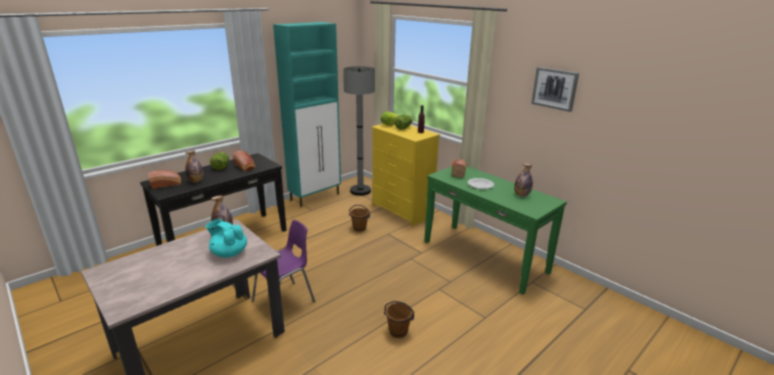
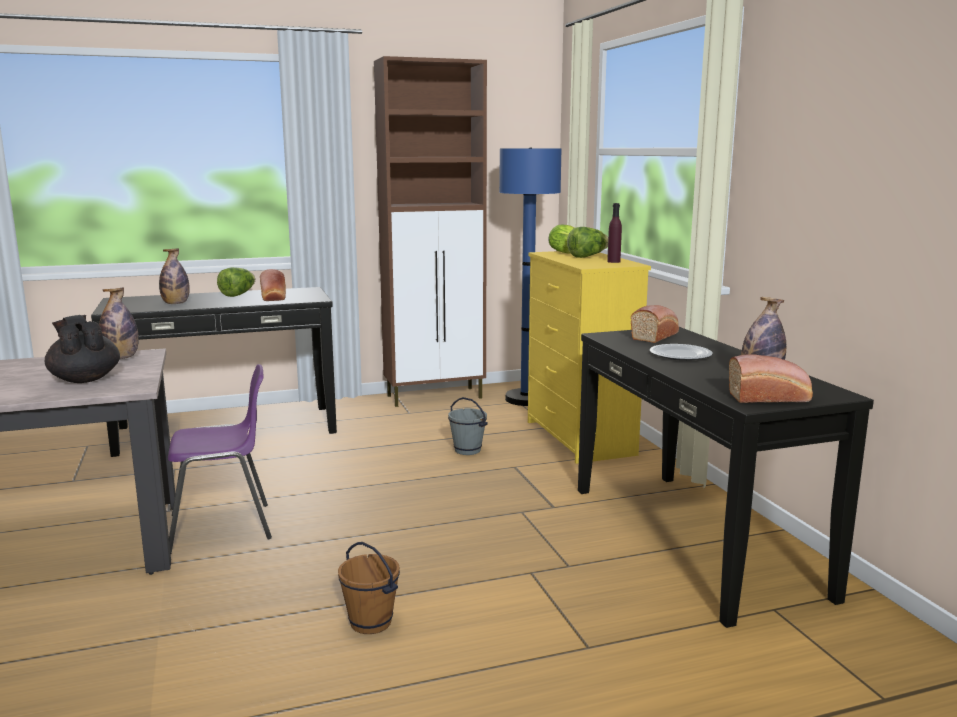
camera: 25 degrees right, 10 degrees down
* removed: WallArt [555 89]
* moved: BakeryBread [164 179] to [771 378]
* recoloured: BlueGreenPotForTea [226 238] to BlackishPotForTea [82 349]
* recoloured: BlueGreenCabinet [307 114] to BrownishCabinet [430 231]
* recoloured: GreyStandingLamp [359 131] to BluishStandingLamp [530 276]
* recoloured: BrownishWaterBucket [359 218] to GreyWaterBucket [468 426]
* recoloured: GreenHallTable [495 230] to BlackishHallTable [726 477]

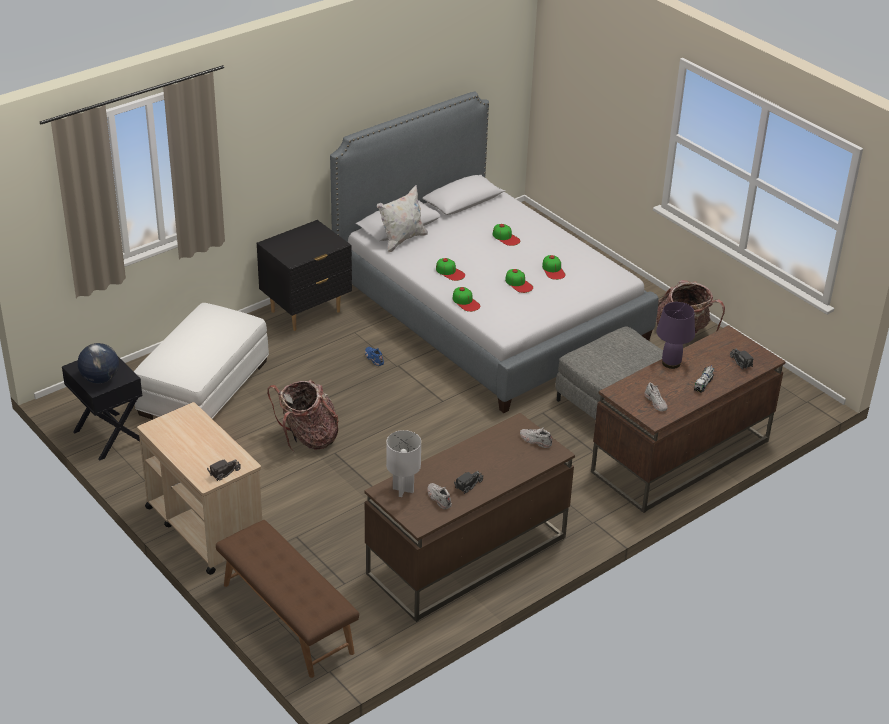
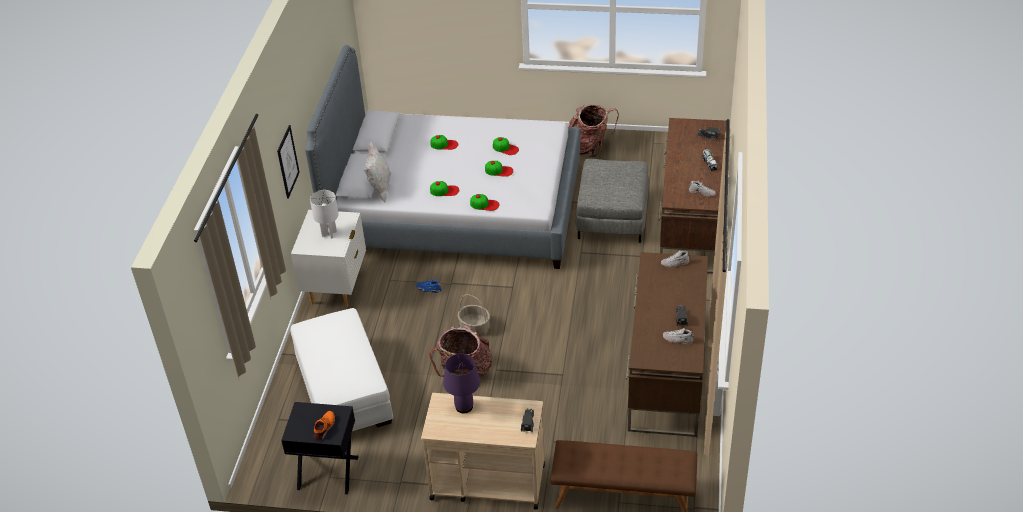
camera: 40 degrees left, 5 degrees up
* added: WallArt [288 162]
* added: HouseholdBasket [474 314]
* moved: WhiteTabletopLamp [403 463] to [324 214]
* moved: PurplishTabletopLamp [675 335] to [461 383]
* replaced: DeskGlobe [98 363] to OrangeShoe [324 426]
* recoloured: BlackishNightTable [304 275] to WhiteNightTable [328 258]

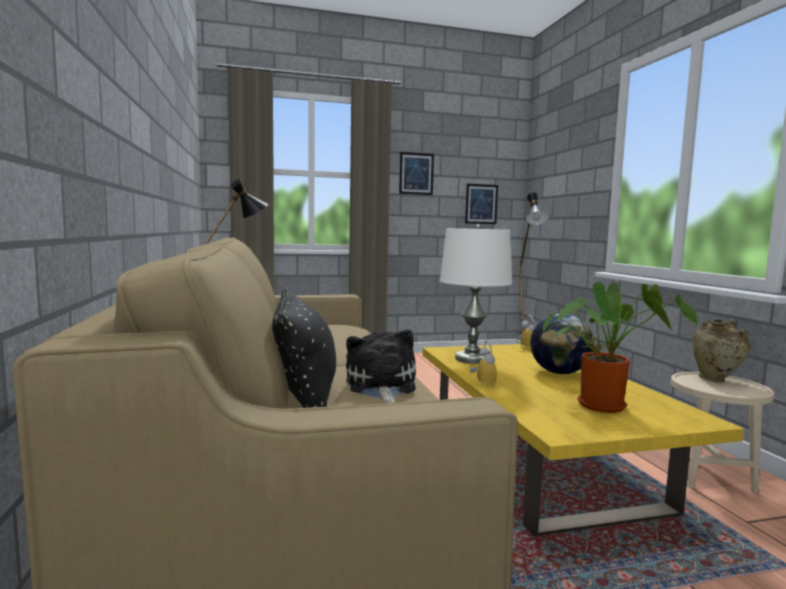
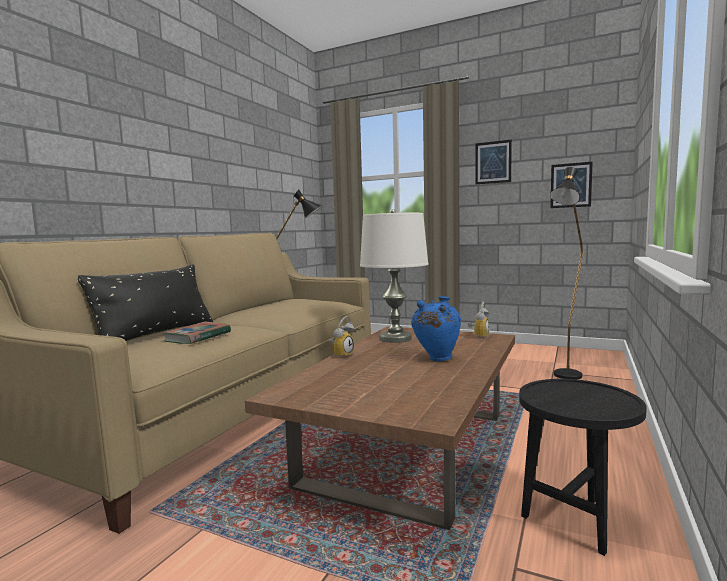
camera: 40 degrees right, 0 degrees up
* removed: PlantInAPot [620 347]
* removed: BeigeColouredDecorativeVase [721 351]
* replaced: PlushToy [381 366] to BoundBook [197 333]
* replaced: DeskGlobe [561 344] to BluishDecorativeVase [436 328]
* recoloured: YellowColouredLowTable [583 440] to BrownishLowTable [380 428]
* recoloured: BeigeColouredSideTable [722 433] to BlackishSideTable [583 467]

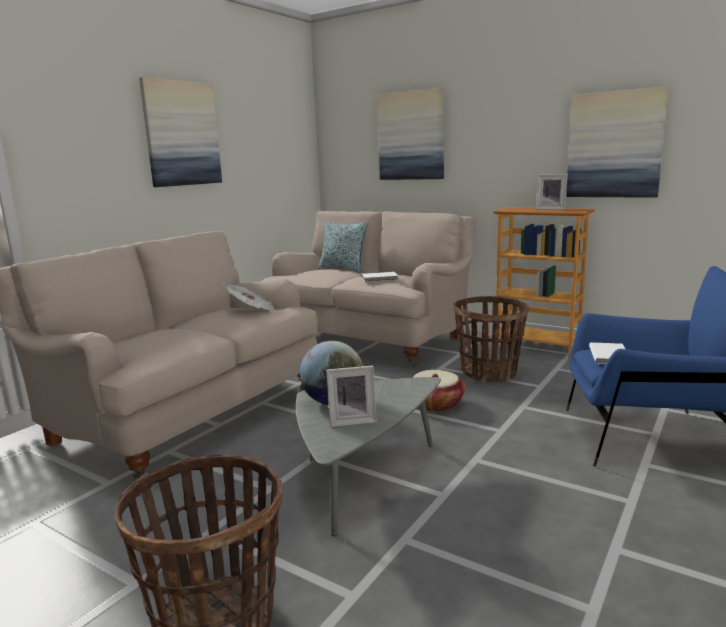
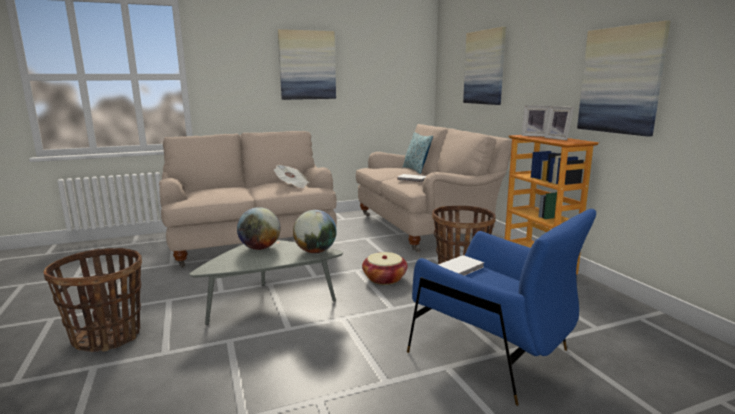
camera: 35 degrees right, 0 degrees up
* added: DeskGlobe [315 231]
* moved: PhotoFrame [351 396] to [536 121]

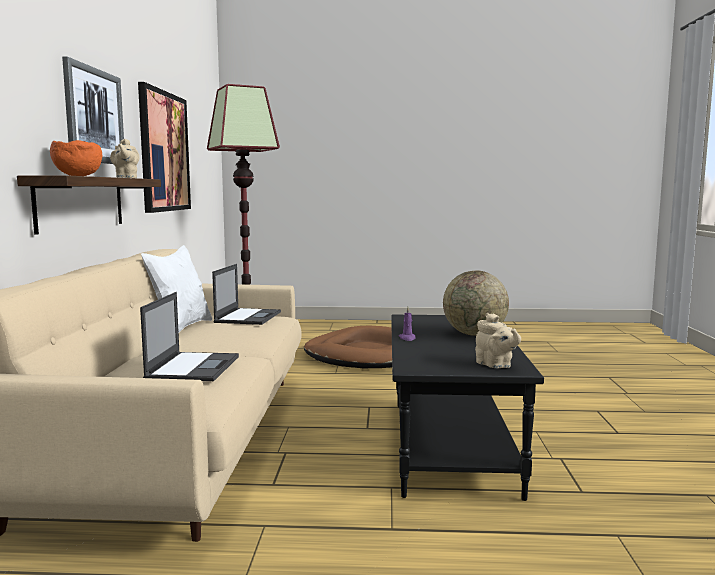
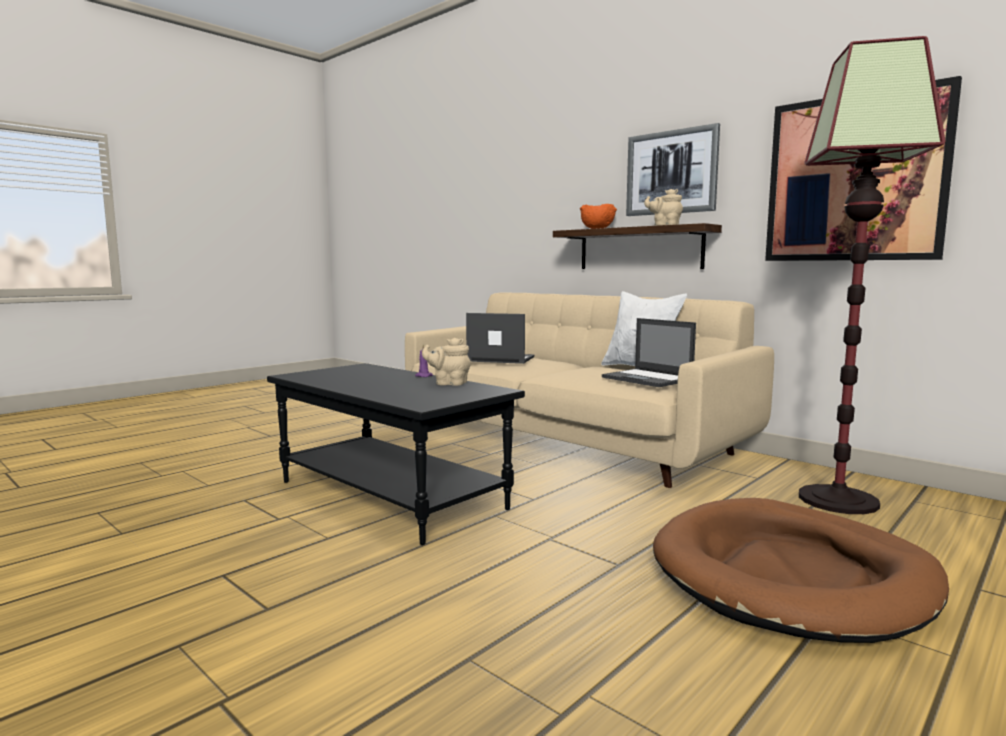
camera: 130 degrees right, 0 degrees up
* removed: DeskGlobe [476 303]
* moved: BeigeColouredPotForTea [498 340] to [446 362]
* turned: PortableComputer [189 336] = [500 338] 150 degrees clockwise

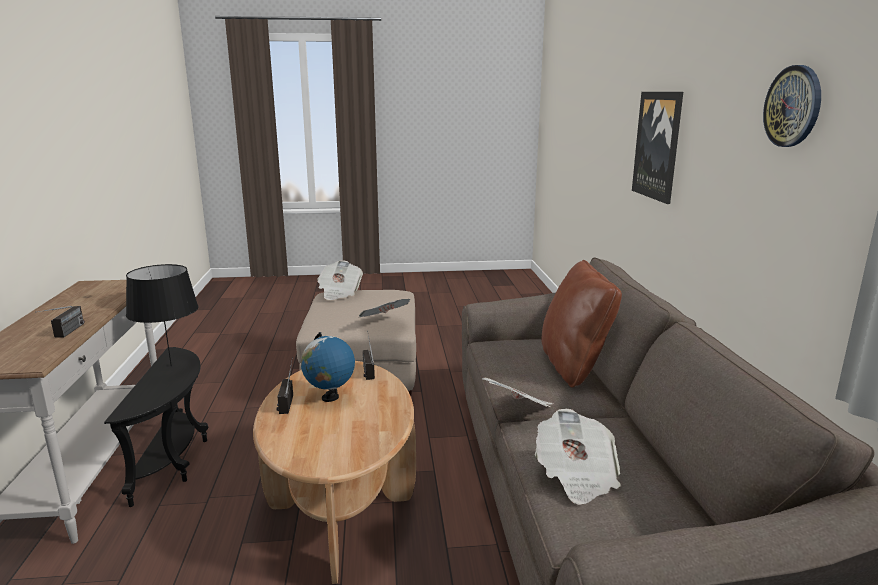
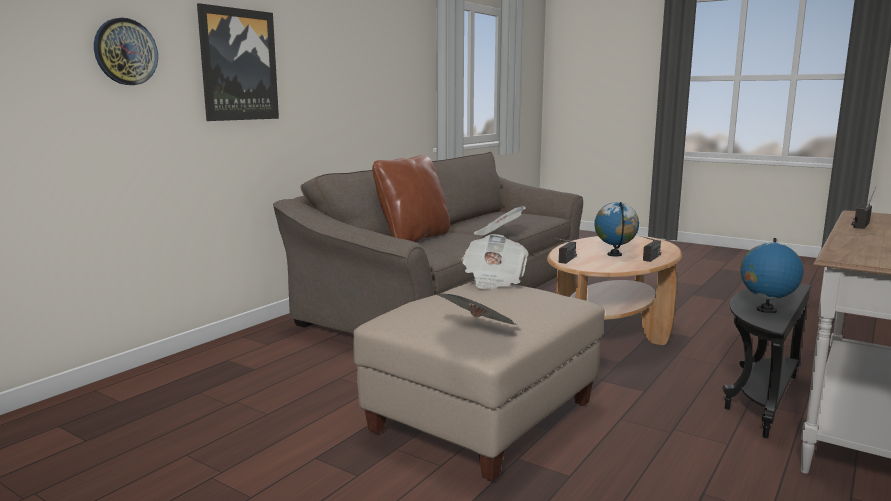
camera: 140 degrees left, 5 degrees down
* removed: PrintedPaper [578 457]
* moved: ClockOnTheWall [792 106] to [126 51]
* replaced: BlackishTabletopLamp [162 315] to DeskGlobe [771 275]

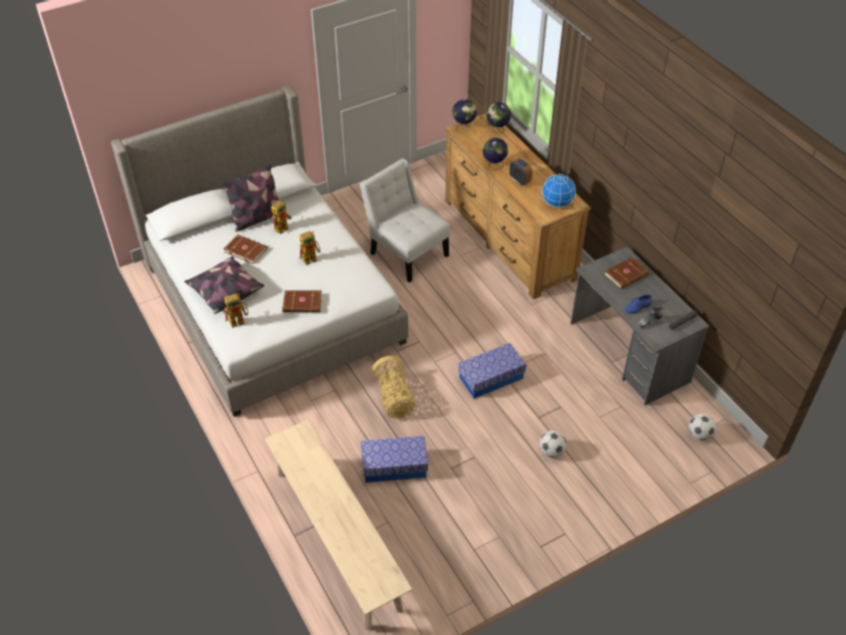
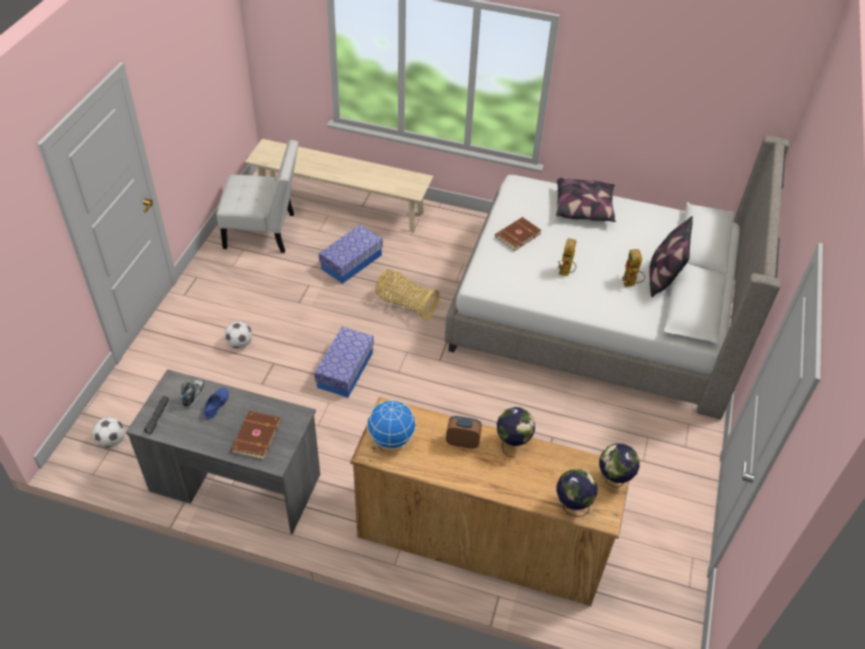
camera: 135 degrees right, 0 degrees up
* removed: BrownishBoundBook [245 249]
* removed: ToyRobot [236 310]
* moved: WhiteChair [405 221] to [257 196]

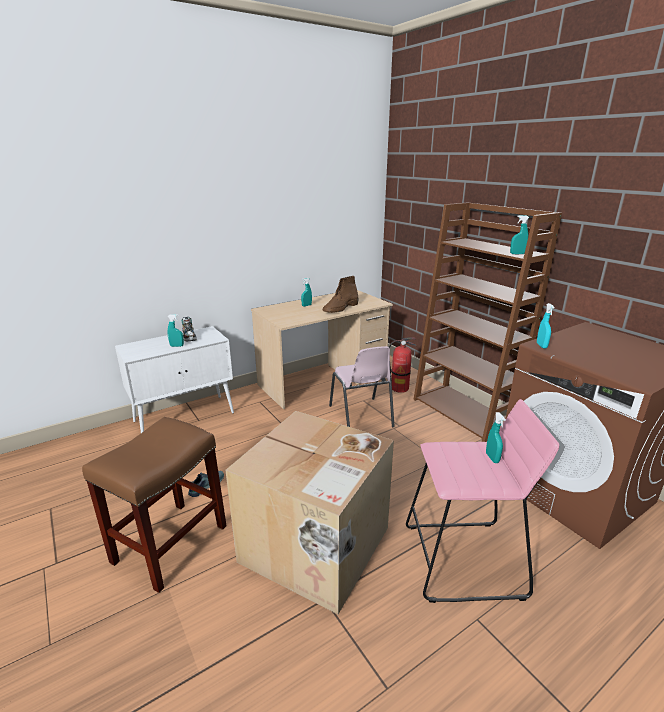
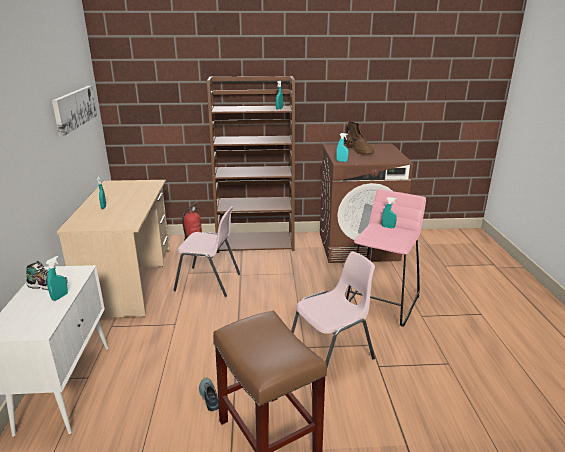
camera: 60 degrees left, 0 degrees up
* added: WallArt [74 111]
* moved: BrownishTallBoot [341 294] to [360 138]
* replaced: PackingBox [309 512] to PinkChair [333 309]

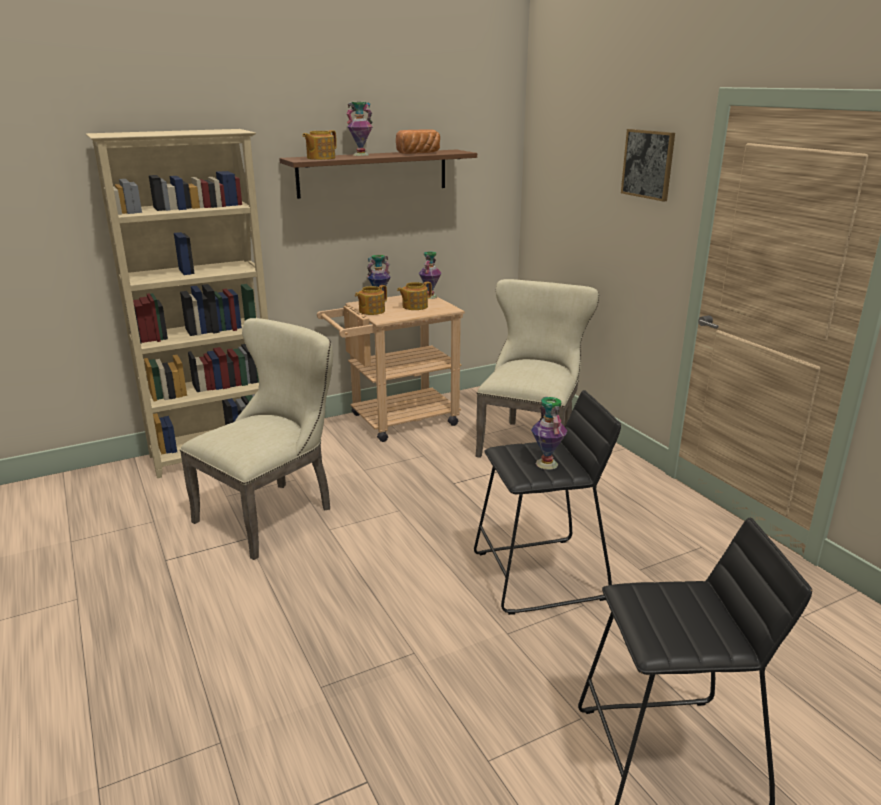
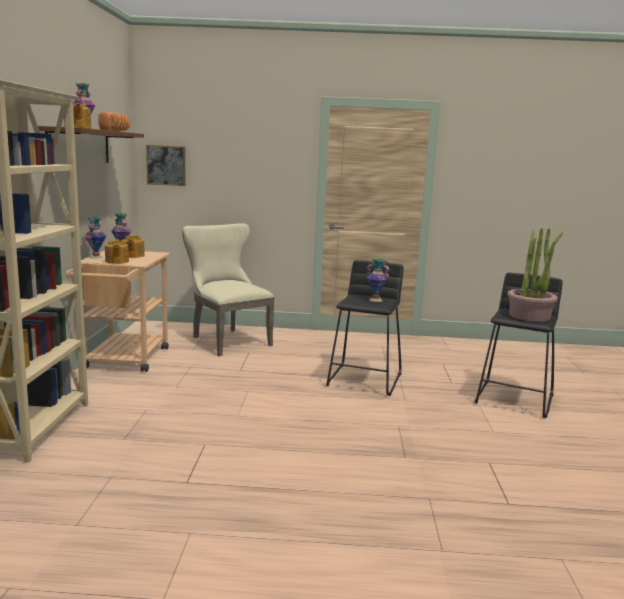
camera: 60 degrees left, 10 degrees down
* removed: BeigeColouredChair [256 439]
* added: PlantInAPot [535 275]
* moved: WallArt [648 165] to [165 165]

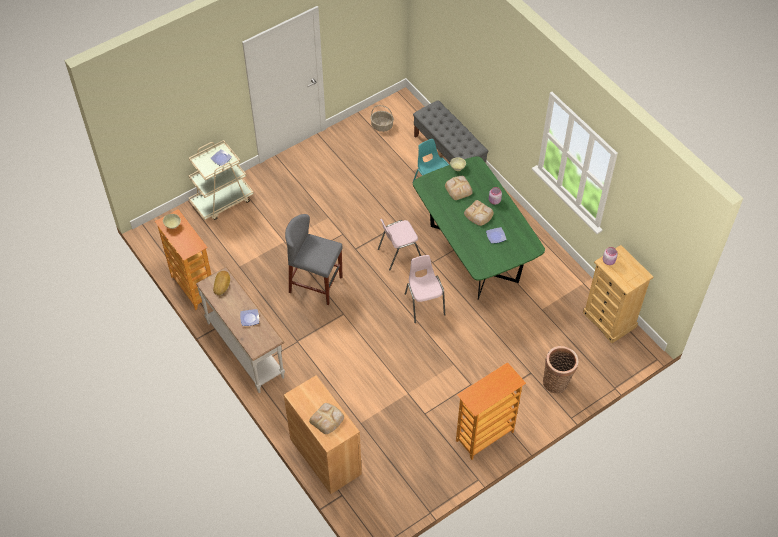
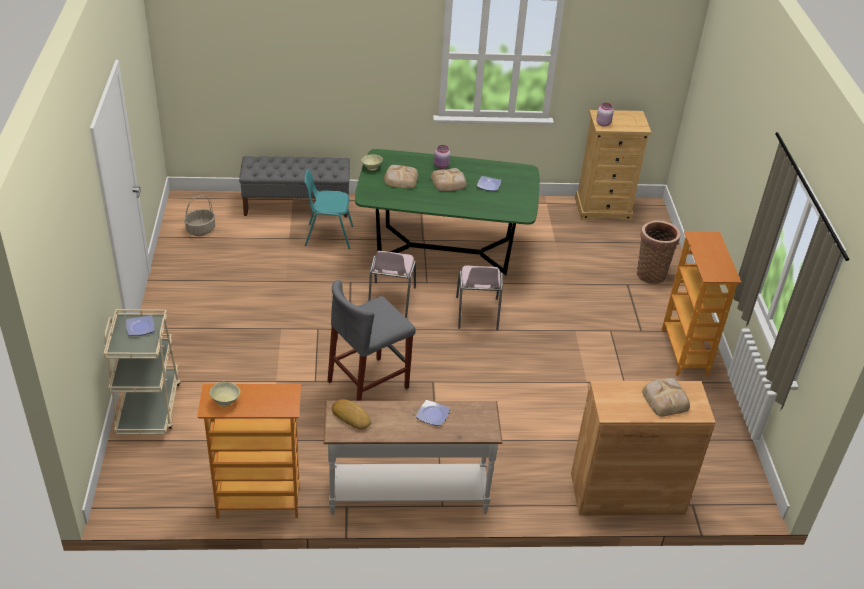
camera: 60 degrees left, 15 degrees down
* turned: PinkChair [425 289] = [479 298] 105 degrees counterclockwise

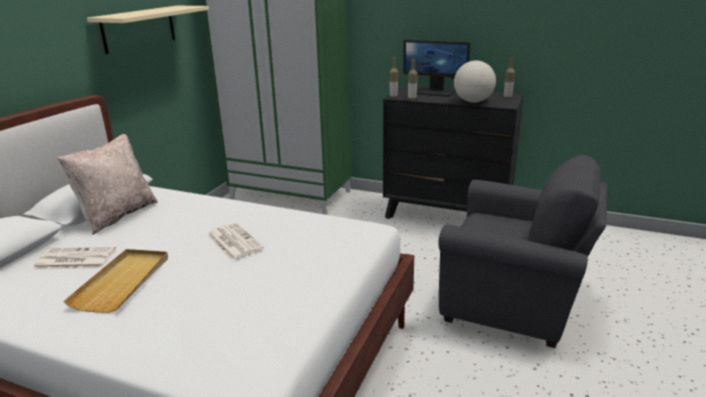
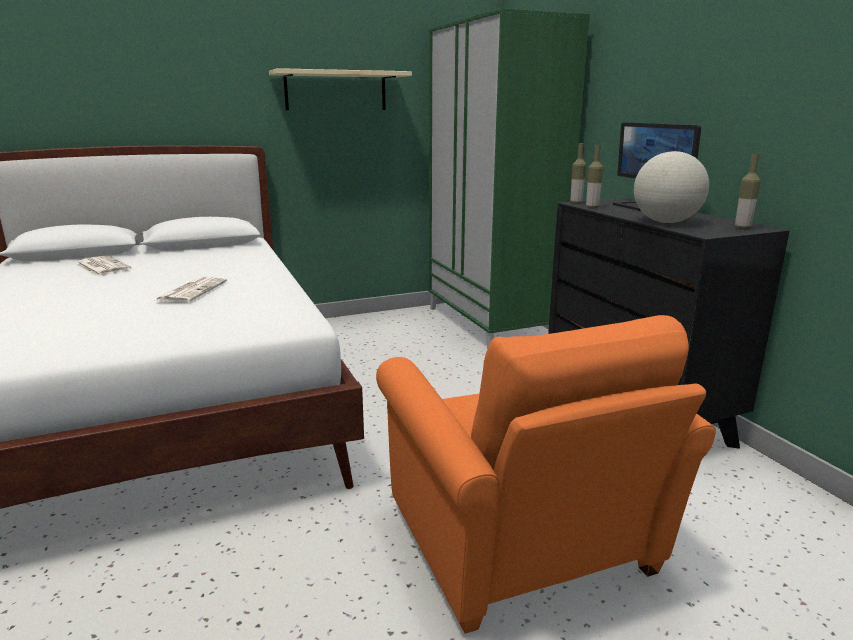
camera: 45 degrees right, 5 degrees down
* removed: BeigeColouredCushion [107 184]
* removed: BeigeColouredCarryingTray [116 281]
* recoloured: GreyEasyChair [523 251] to OrangeEasyChair [546 474]

